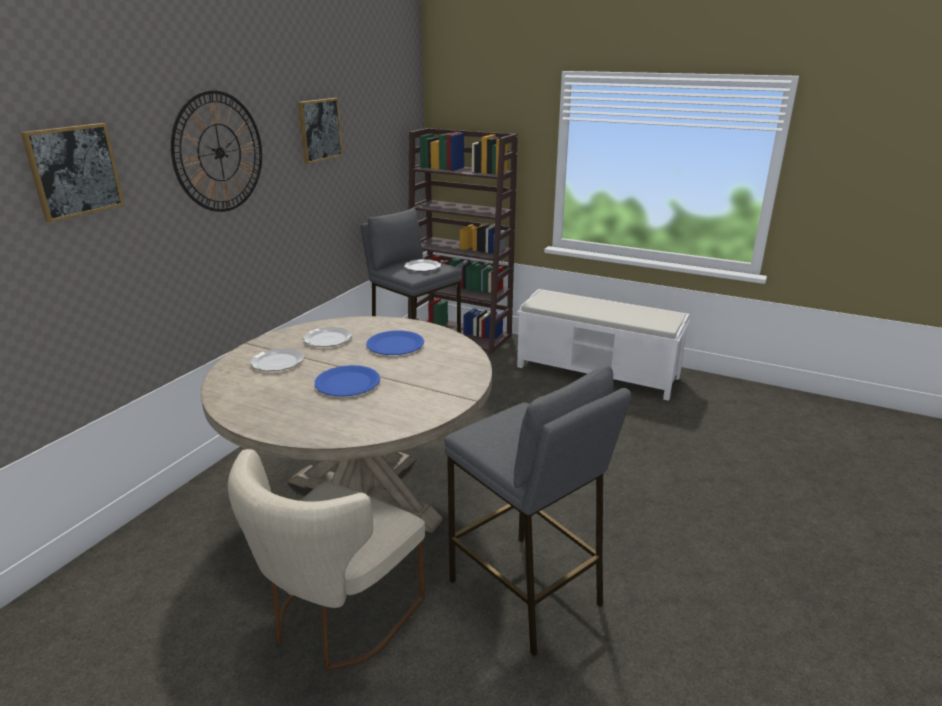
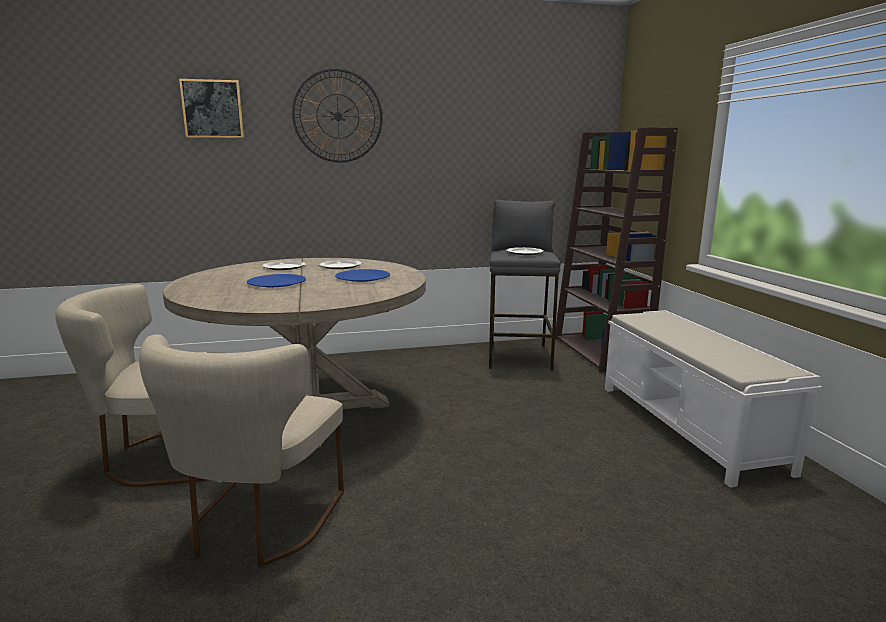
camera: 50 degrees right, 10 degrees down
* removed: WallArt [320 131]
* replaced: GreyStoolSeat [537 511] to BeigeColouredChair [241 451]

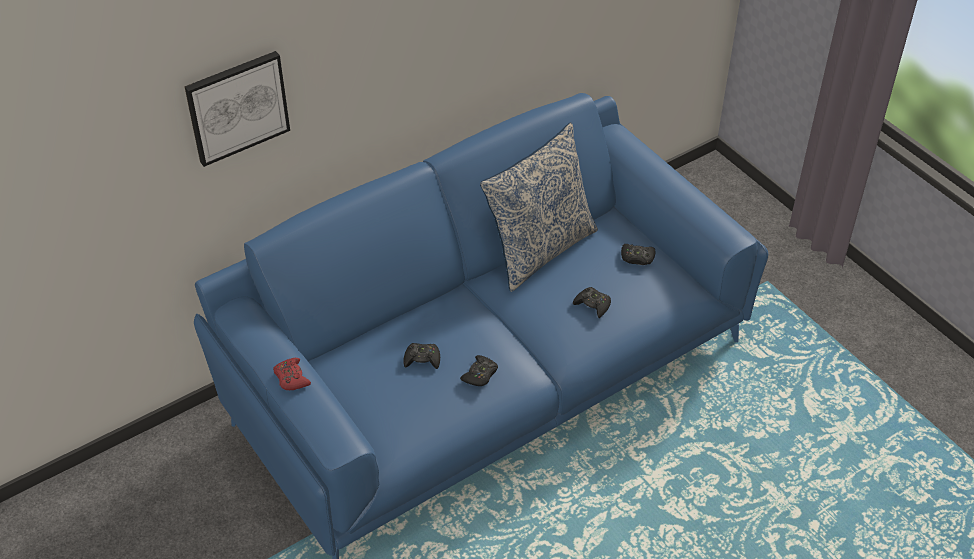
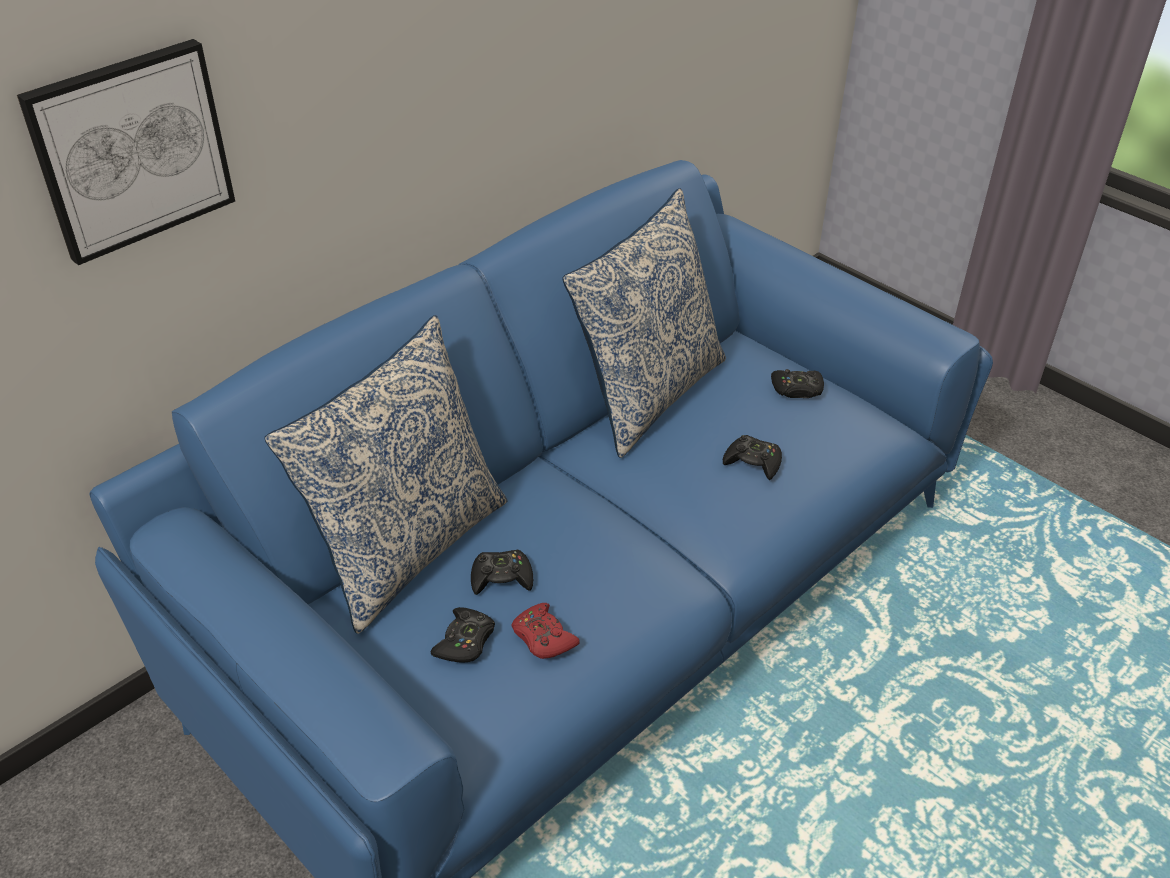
camera: 10 degrees left, 5 degrees down
* added: Cushion [385 474]
* moved: RedGamepad [292 374] to [546 631]
* moved: BlackishGamepad [479 370] to [463 635]

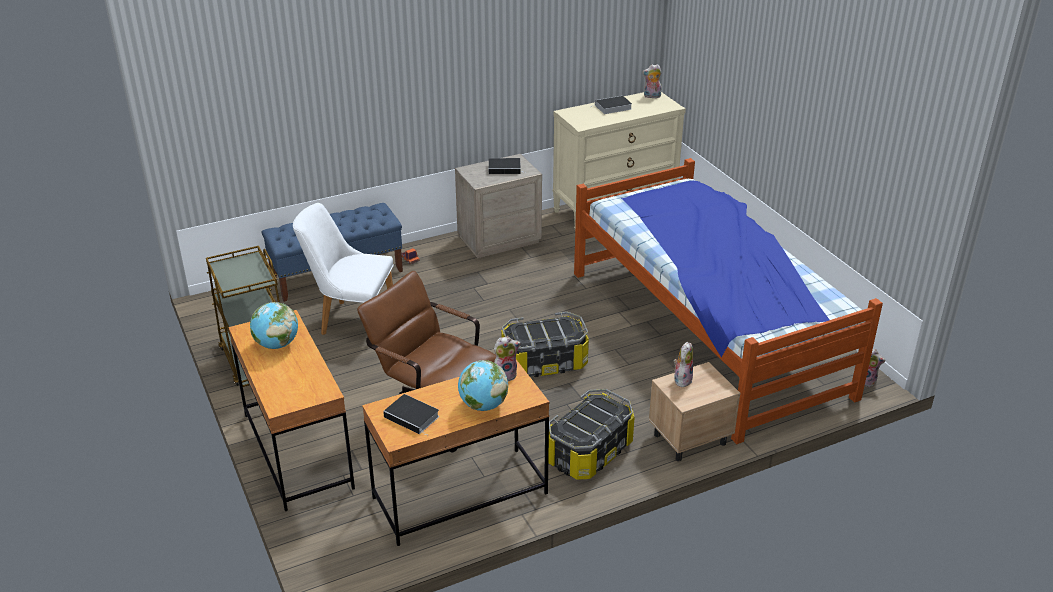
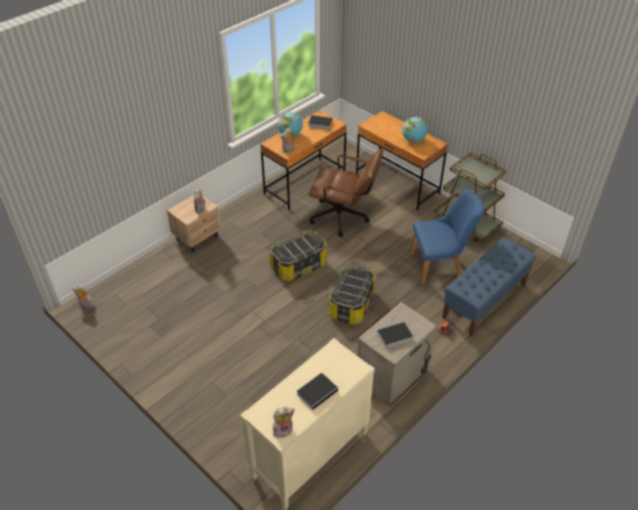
camera: 160 degrees right, 10 degrees up
* removed: Bed [728 301]
* moved: StorageBin [591 434] to [352 294]
* recoloured: WhiteChair [343 269] to BluishChair [447 237]

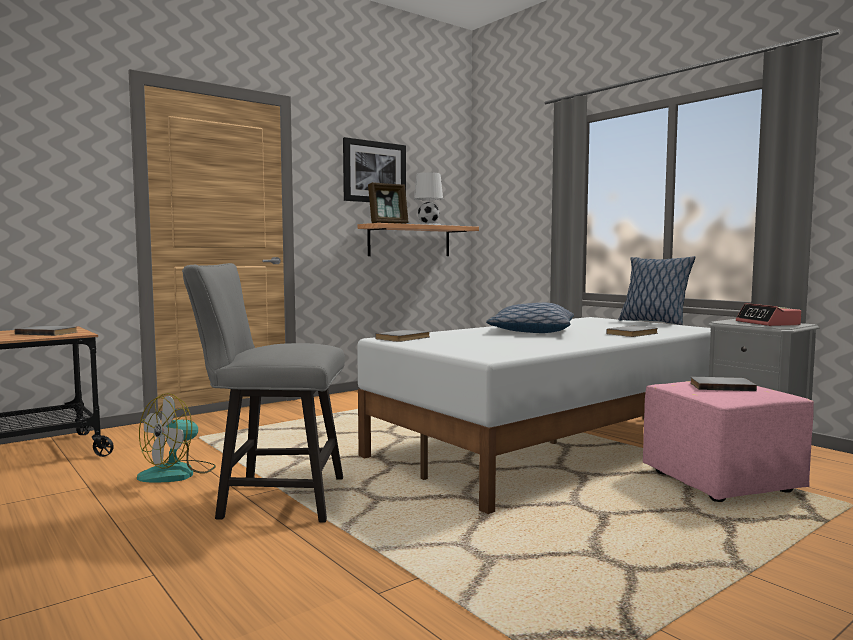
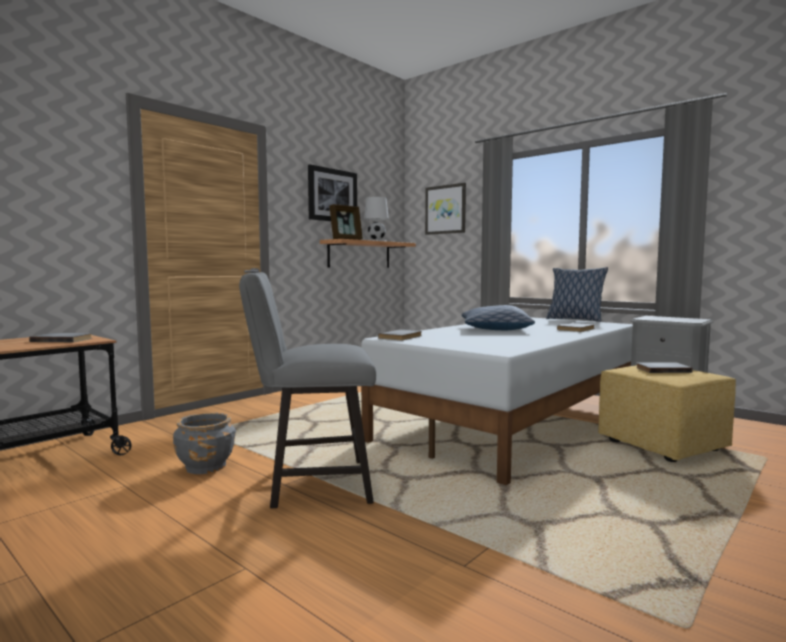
camera: 10 degrees left, 0 degrees up
* removed: AlarmClock [768 314]
* added: WallArt [445 209]
* replaced: ElectricFan [176 438] to GreyPlanter [204 443]
* recoloured: PinkOttoman [728 441] to YellowColouredOttoman [667 413]

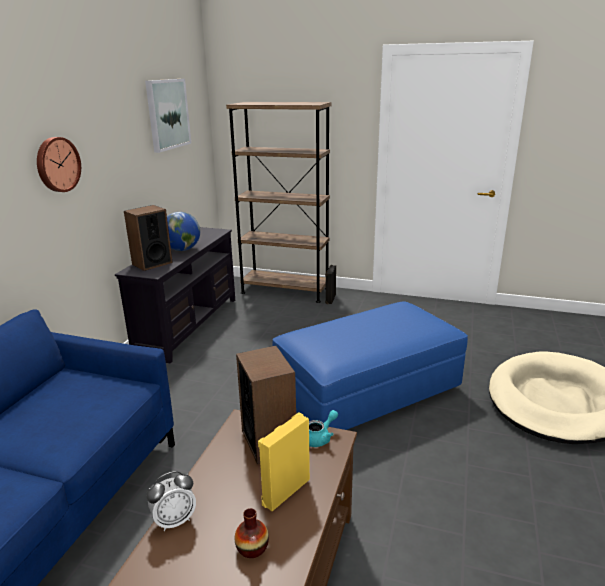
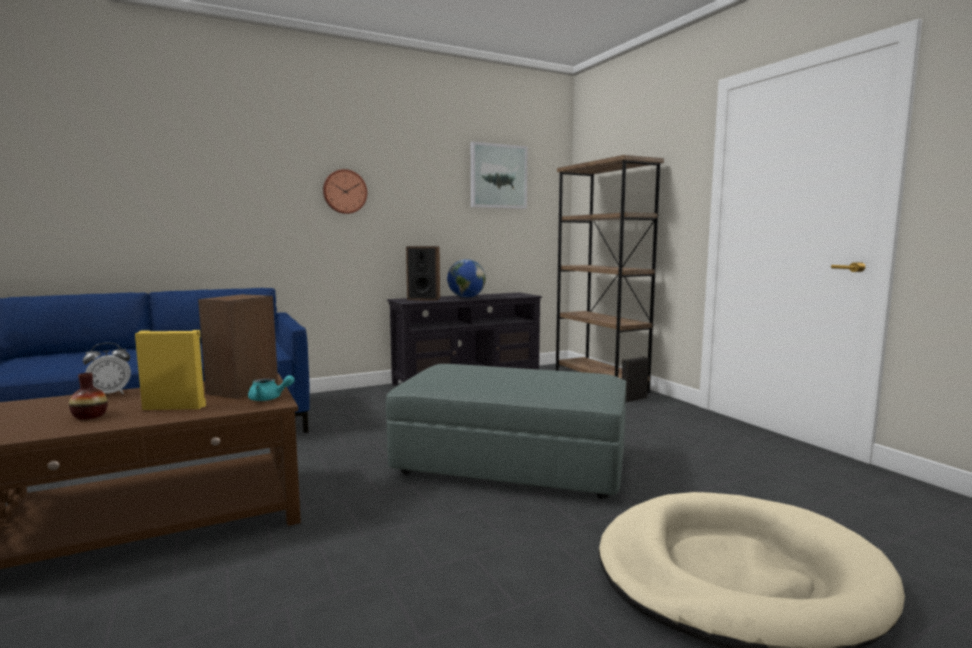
camera: 45 degrees right, 15 degrees down
* recoloured: BluishOttoman [370 366] to GreyOttoman [506 431]
* turned: AlarmClock [171 501] = [107 368] 45 degrees counterclockwise

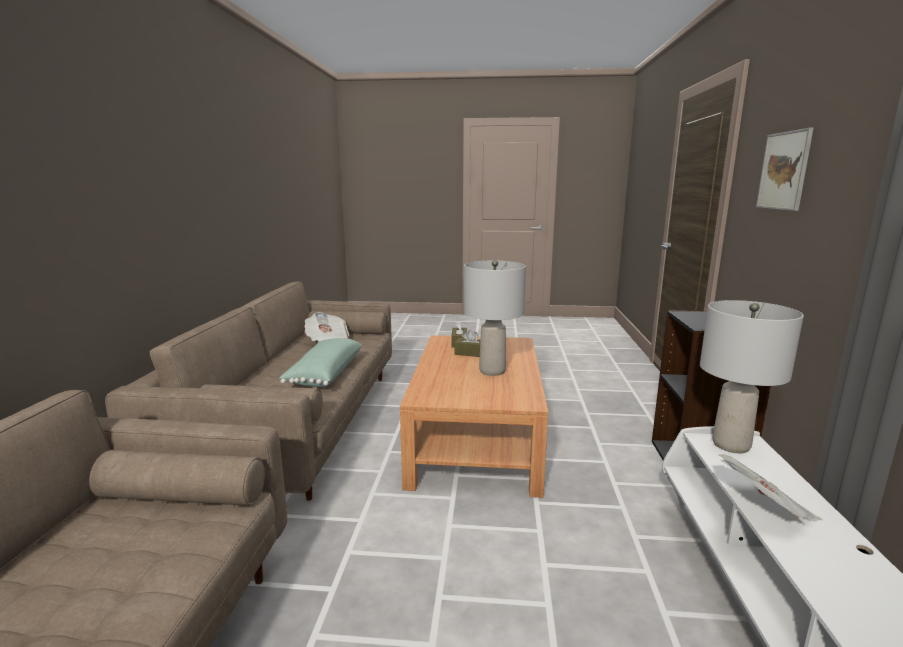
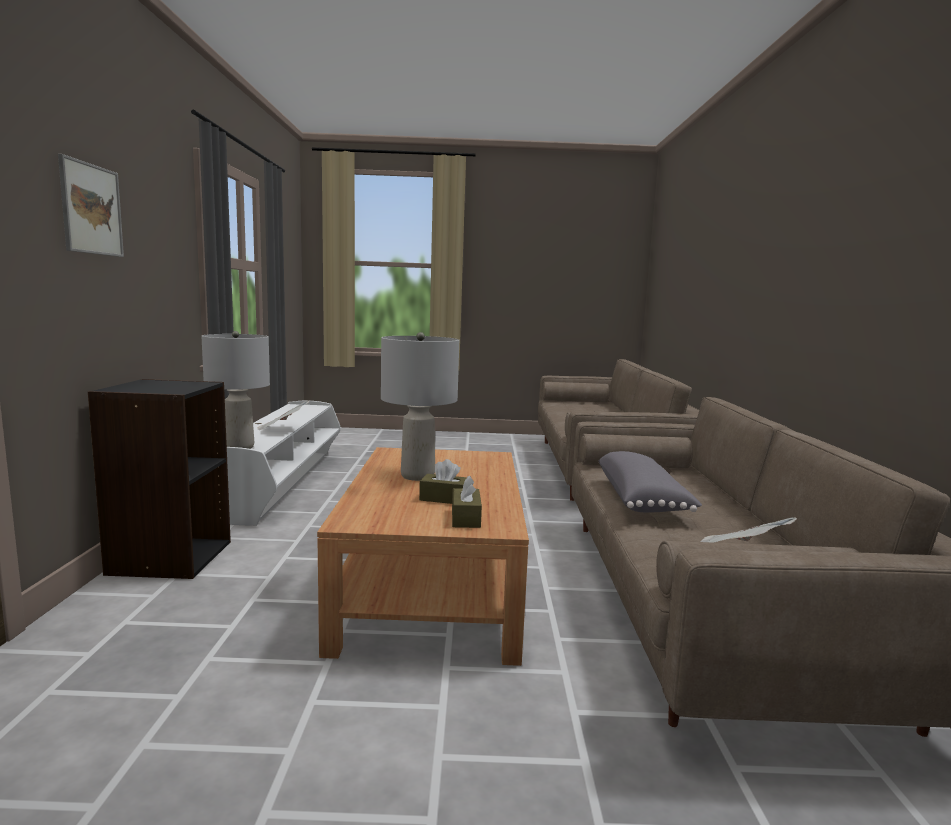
camera: 175 degrees right, 5 degrees down
* recoloured: GreenCushion [320 362] to GreyCushion [650 481]

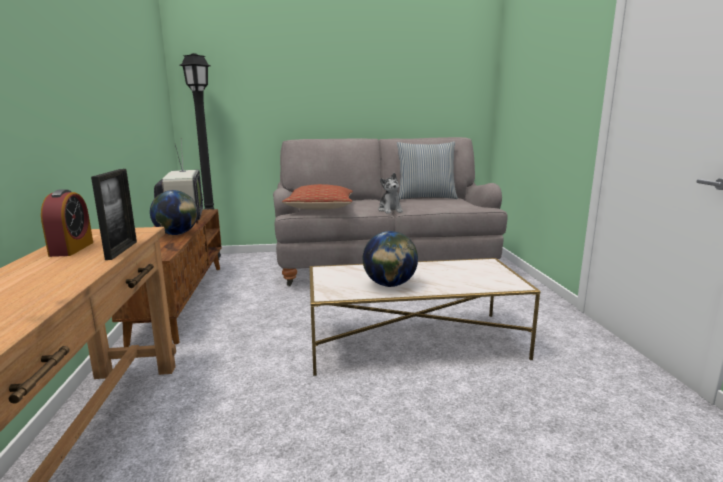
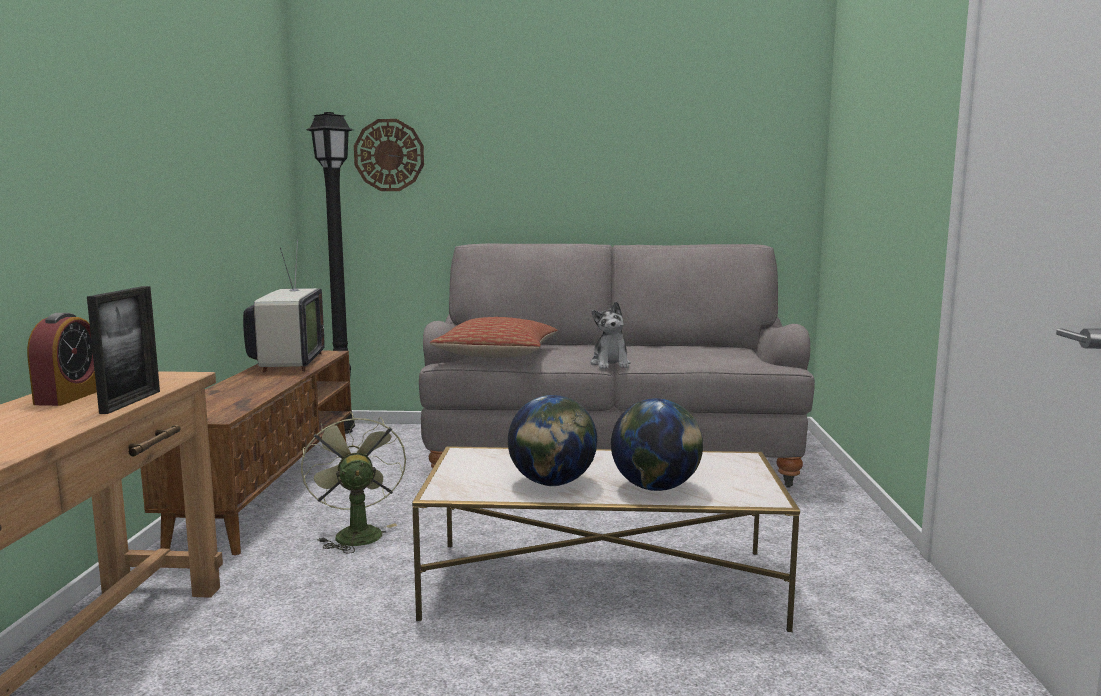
camera: 10 degrees right, 5 degrees down
* removed: Cushion [427 170]
* added: GreenElectricFan [353 483]
* added: ClockOnTheWall [389 155]
* moved: DeskGlobe [174 212] to [657 444]

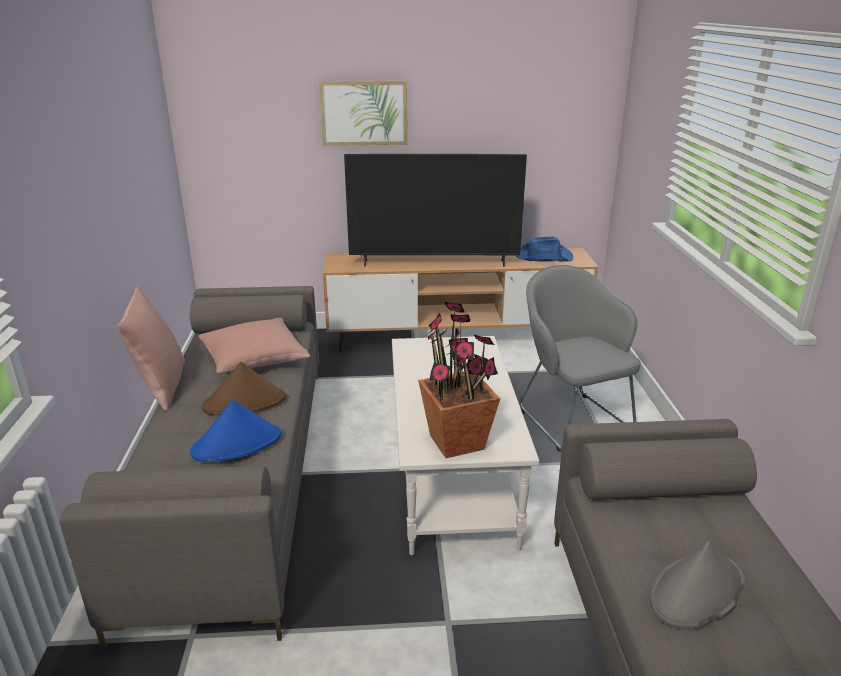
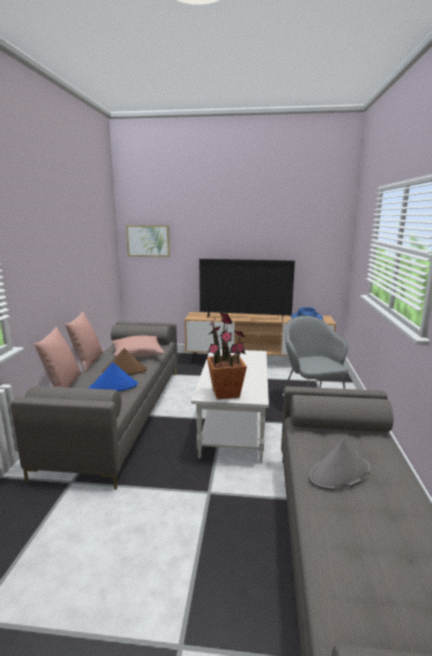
camera: 10 degrees right, 10 degrees down
* added: PinkCushion [57 357]
* moved: WallArt [363 113] to [148 241]

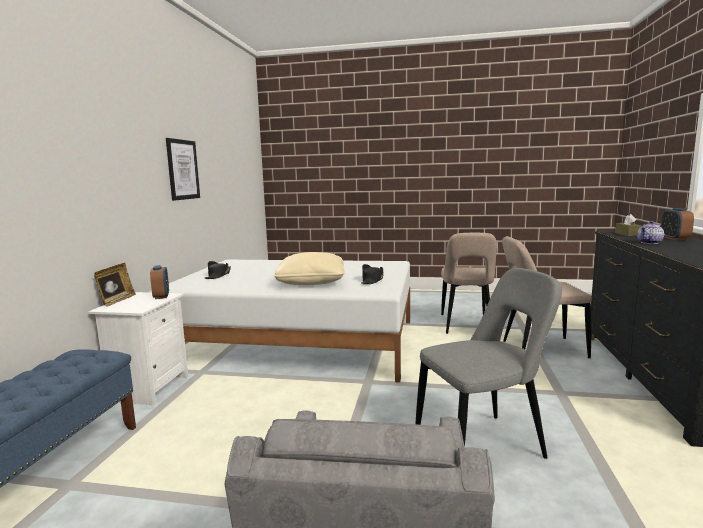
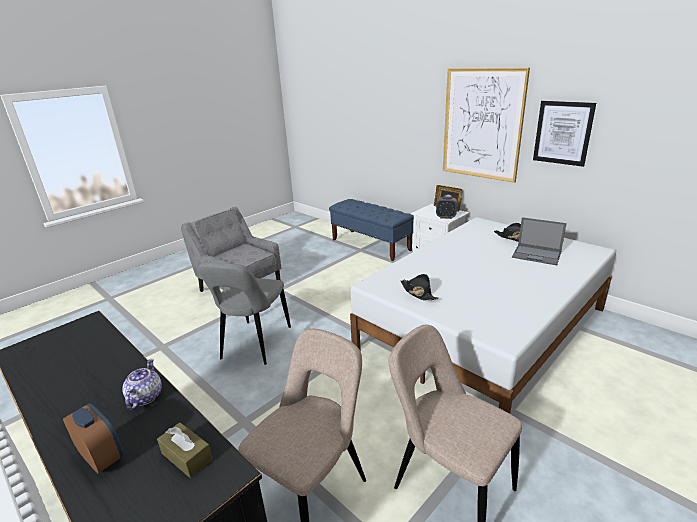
camera: 125 degrees right, 15 degrees up
* removed: BeigeColouredCushion [309 268]
* added: WallArt [486 125]
* added: PortableComputer [539 241]

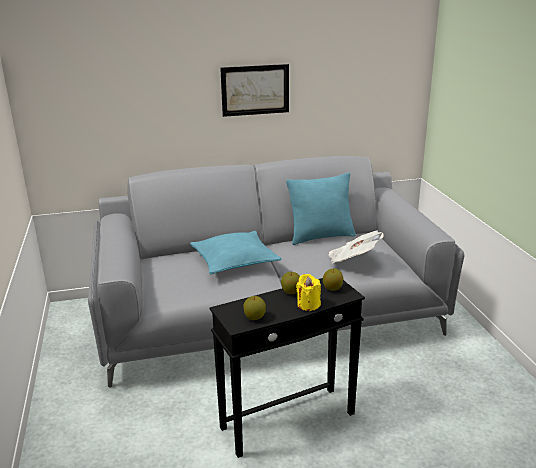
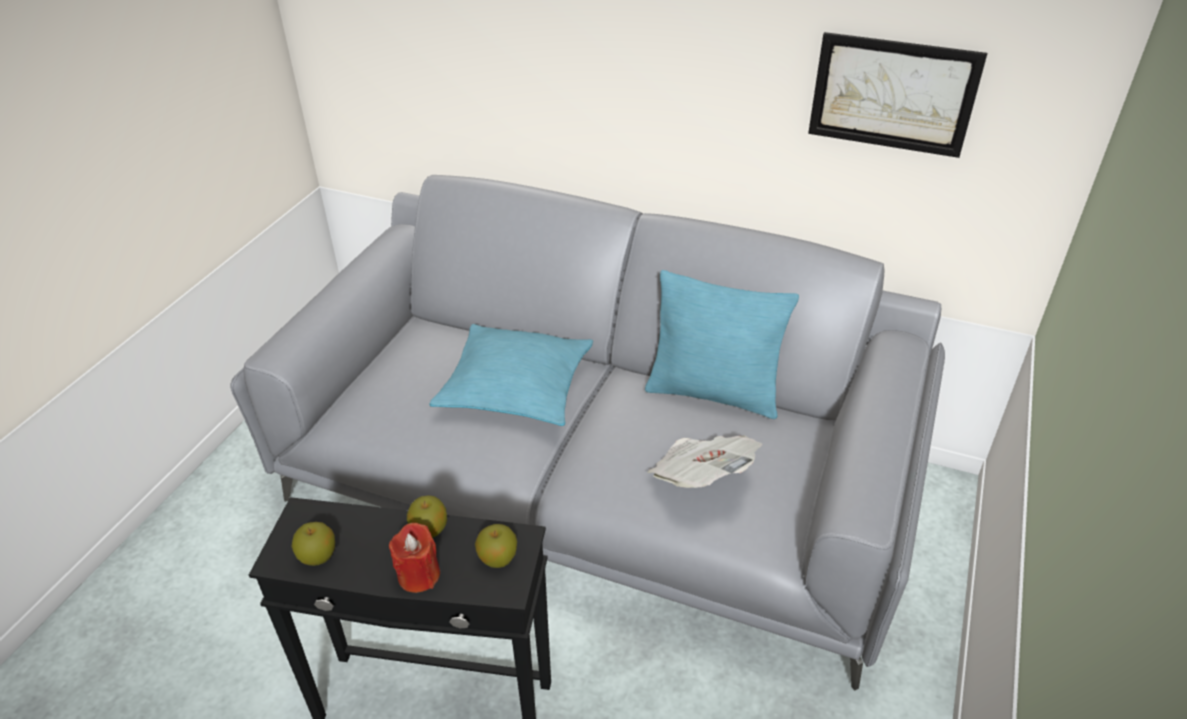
camera: 35 degrees right, 15 degrees up
* moved: WallArt [254 90] to [897 95]
* recoloured: YellowColouredCandle [308 292] to RedCandle [414 558]

